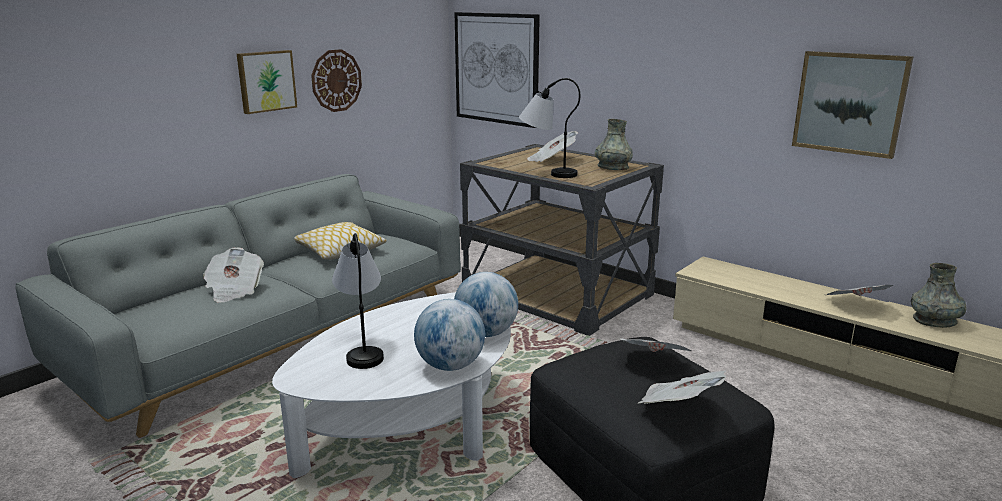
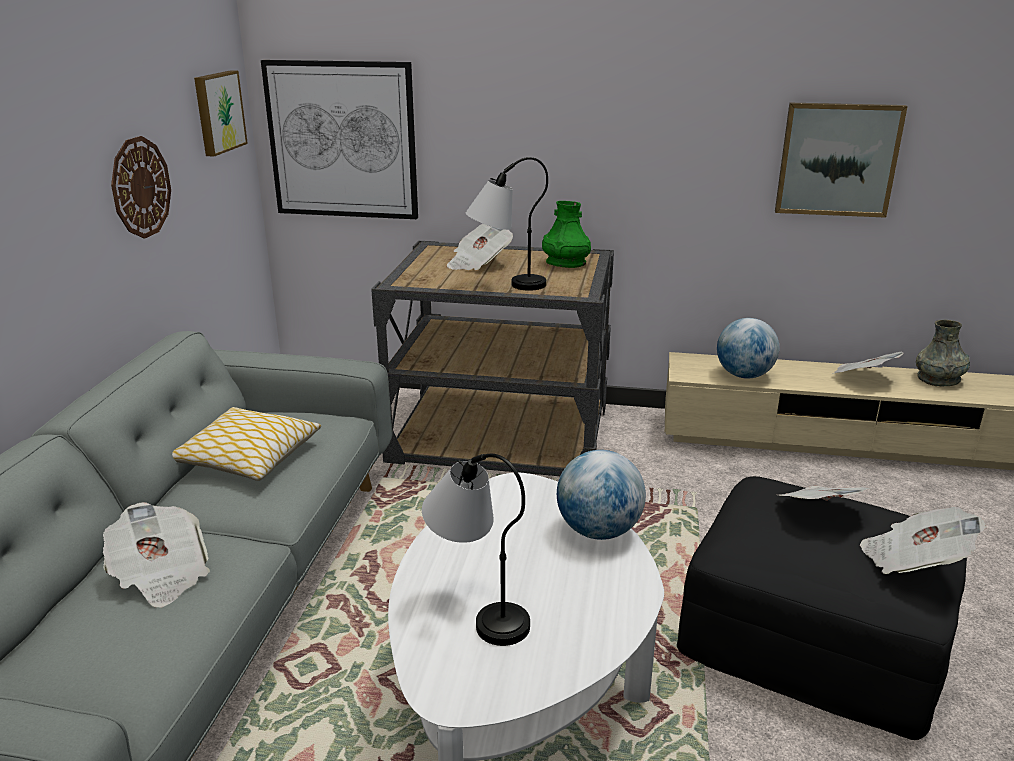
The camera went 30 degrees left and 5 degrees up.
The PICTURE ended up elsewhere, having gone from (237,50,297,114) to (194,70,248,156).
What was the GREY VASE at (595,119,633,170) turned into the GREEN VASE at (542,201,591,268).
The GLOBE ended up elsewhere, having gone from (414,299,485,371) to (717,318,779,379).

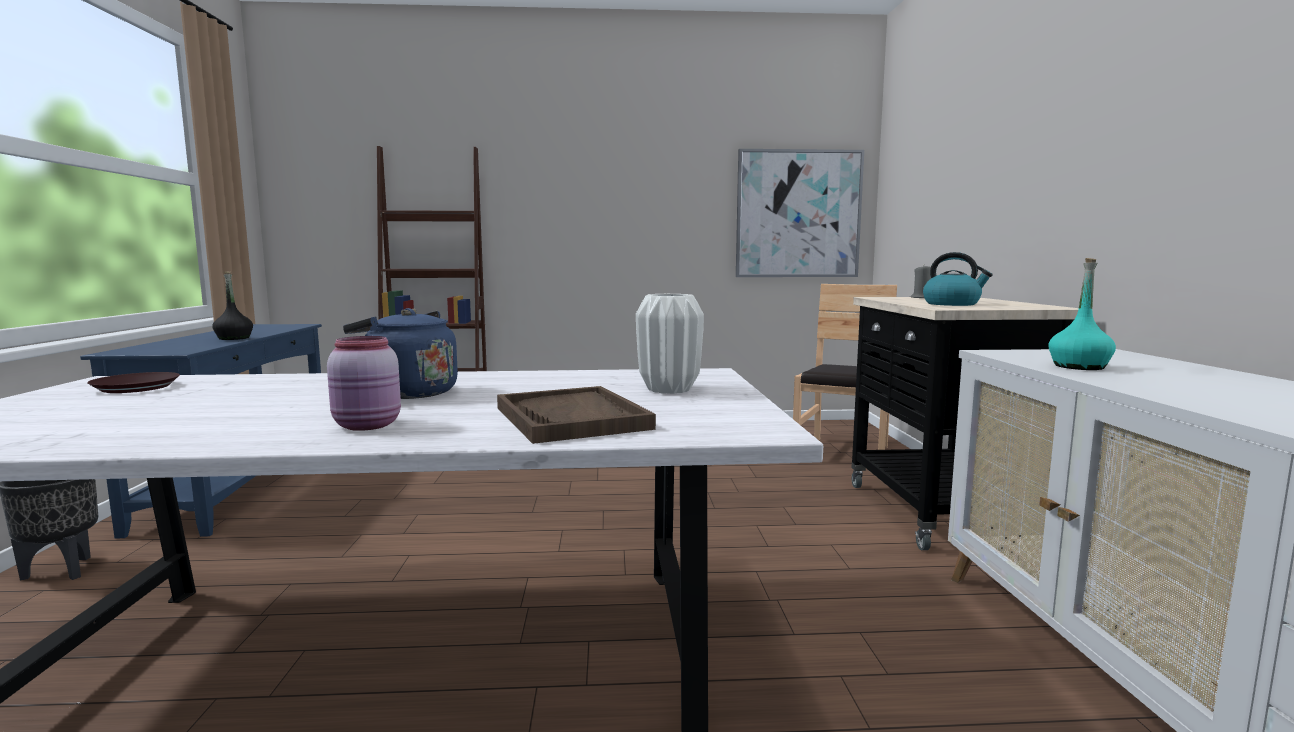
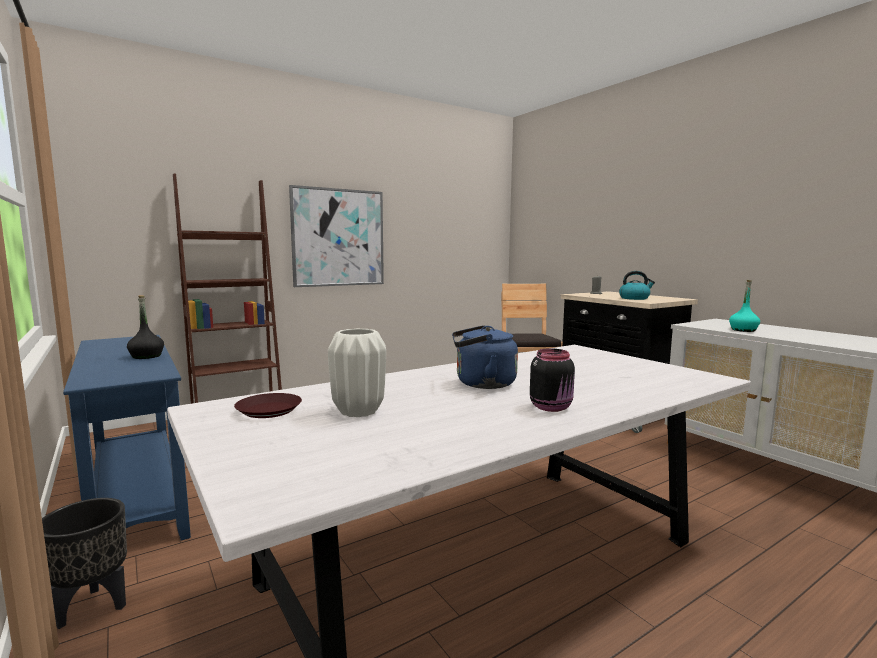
The camera went 30 degrees left and 0 degrees up.
The PICTURE ended up elsewhere, having gone from (736,149,864,277) to (289,185,384,287).
The WHITE VASE ended up elsewhere, having gone from (636,294,704,394) to (328,328,386,417).
What was the PINK JAR at (327,336,401,431) turned into the BLACK JAR at (530,348,575,412).
The second view lost the BROWN TRAY at (497,386,656,444).

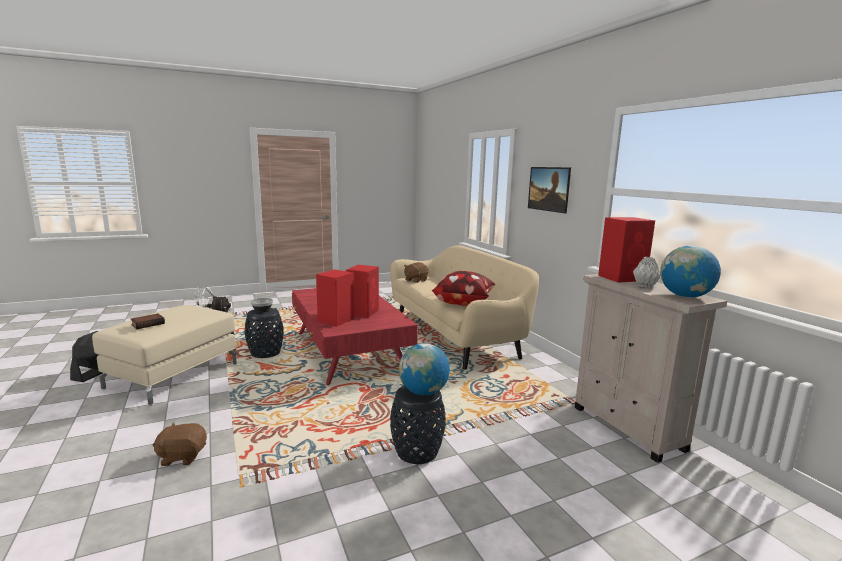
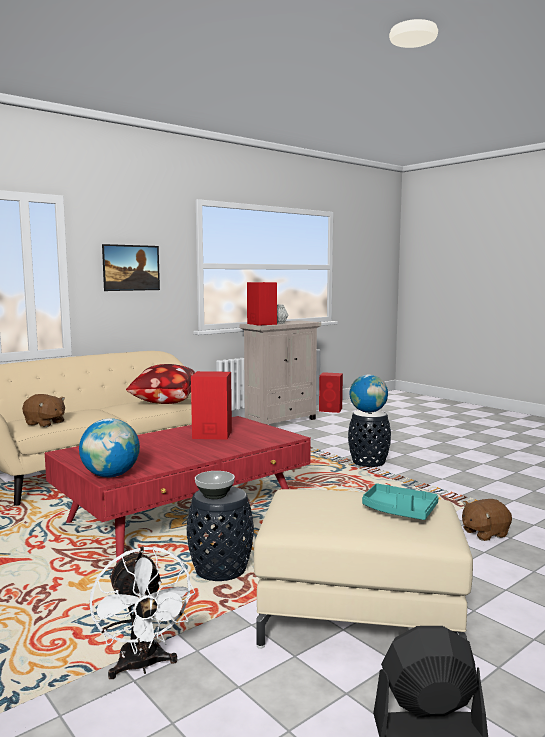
The camera went 105 degrees left and 5 degrees down.
The GLOBE ended up elsewhere, having gone from (660,246,721,298) to (79,418,140,477).
The RED SPEAKER ended up elsewhere, having gone from (316,270,354,327) to (319,372,343,413).
Where the BOOK stood at (131,314,165,329), the TURQUOISE TRAY came to stand at (362,483,439,520).
The BROWN PLUSH TOY at (153,422,207,466) ended up facing another way, 90 degrees clockwise from before.

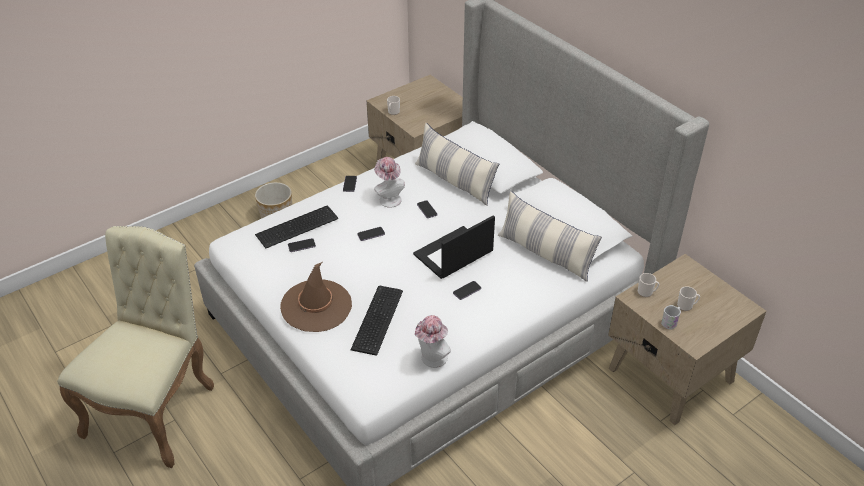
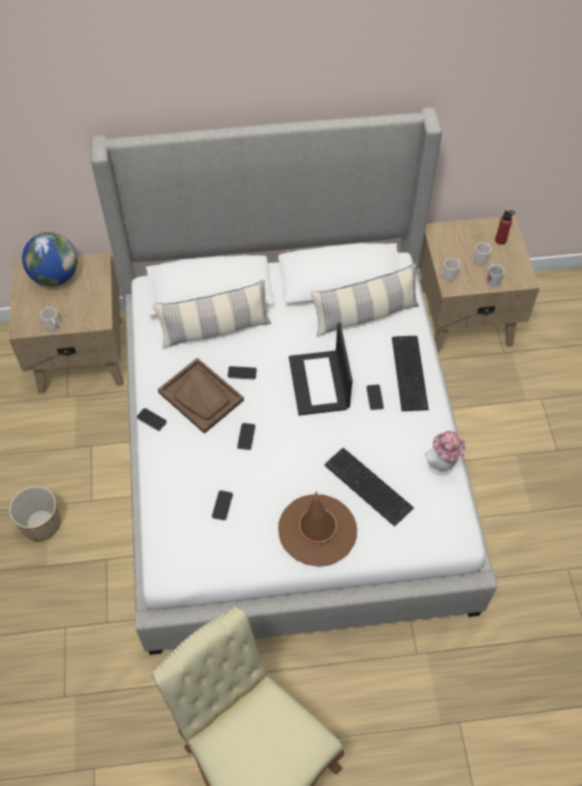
The camera went 60 degrees left and 15 degrees up.
Where the HAT stood at (374,157,405,208), the BROWN TRAY came to stand at (158,358,244,434).
The KEYBOARD ended up elsewhere, having gone from (255,206,338,249) to (392,336,429,411).
The second view gained the RED BOTTLE at (495,210,515,245).
The second view gained the GLOBE at (22,232,78,286).

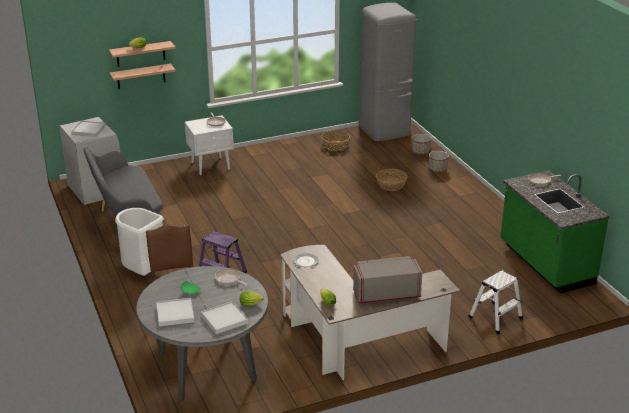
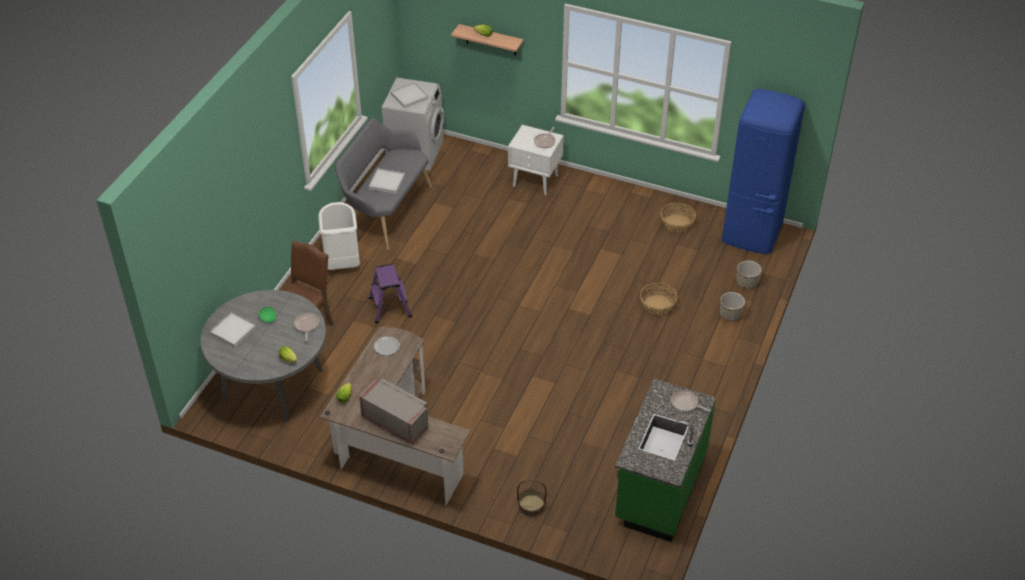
The camera went 45 degrees right and 15 degrees up.
What was the GREY FRIDGE at (359,3,416,141) turned into the BLUE FRIDGE at (722,89,805,254).
The second view lost the SHELF at (110,64,175,89).
Where the WHITE STEP LADDER stood at (468,270,523,335), the BASKET came to stand at (517,480,547,517).
The WHITE TRAY ended up elsewhere, having gone from (201,301,248,334) to (369,168,405,194).

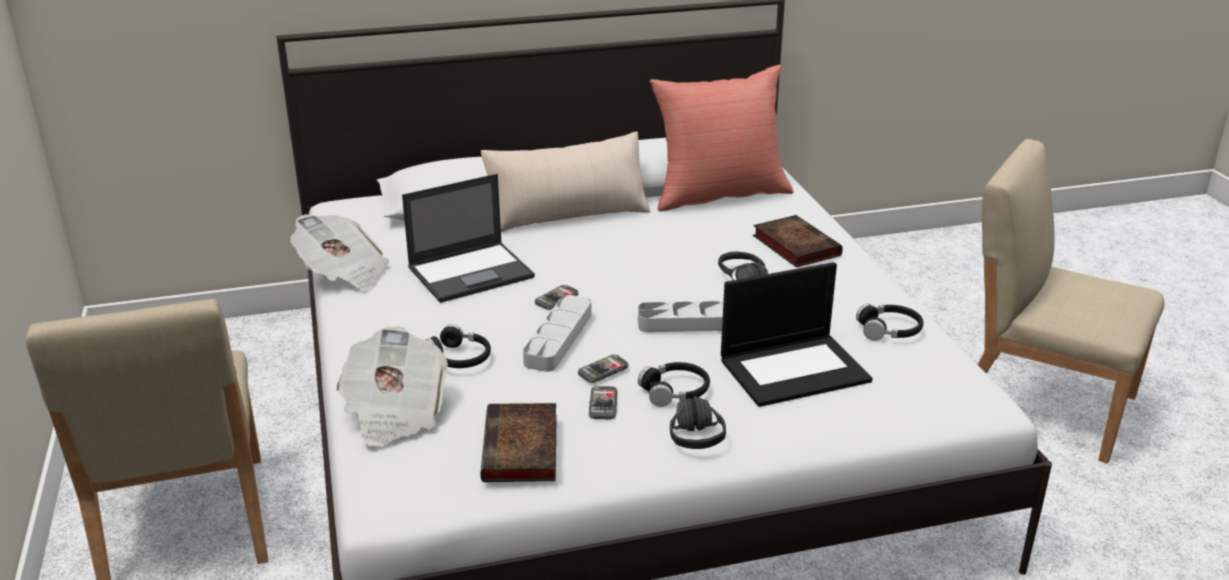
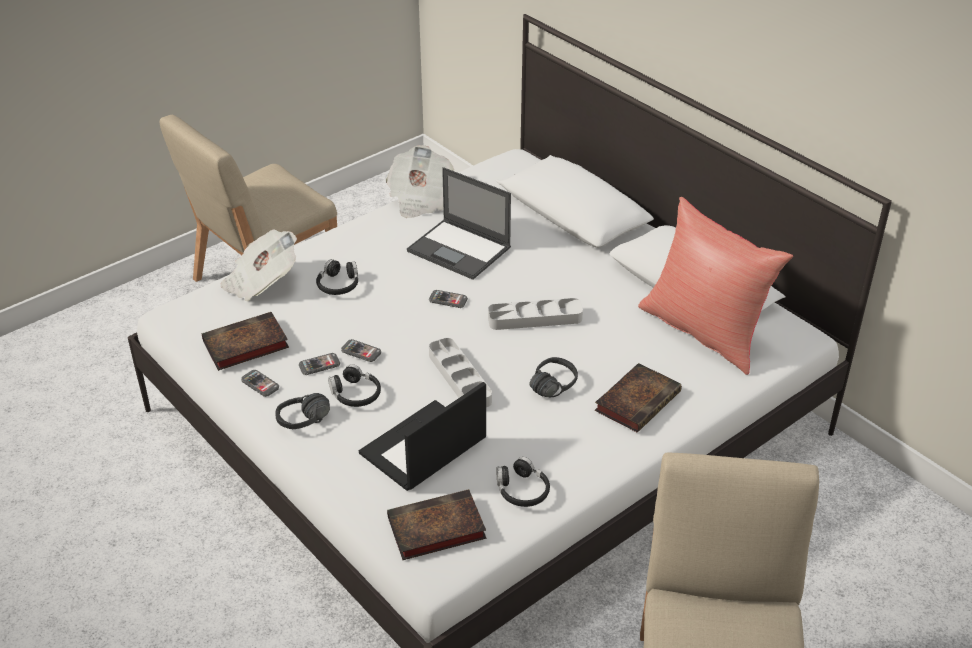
The camera went 65 degrees right and 10 degrees up.
The second view lost the BEIGE PILLOW at (481,131,650,232).
The LAPTOP at (721,262,873,407) ended up facing another way, 90 degrees clockwise from before.
The GREY TRAY ended up elsewhere, having gone from (523,295,592,372) to (488,298,583,330).
The second view gained the PHONE at (241,370,279,397).
The second view gained the BOOK at (387,489,486,560).

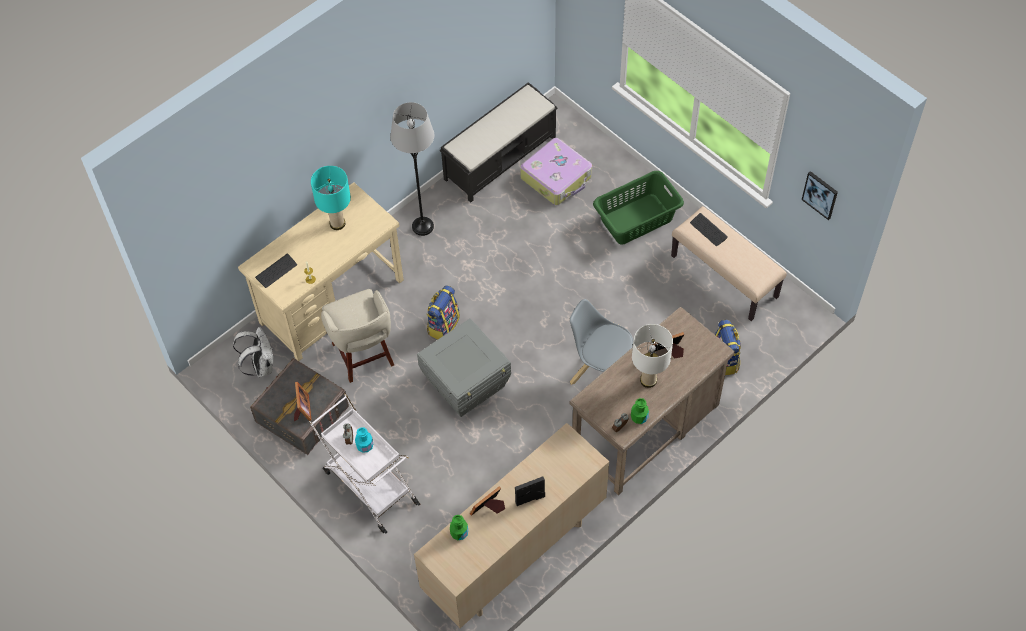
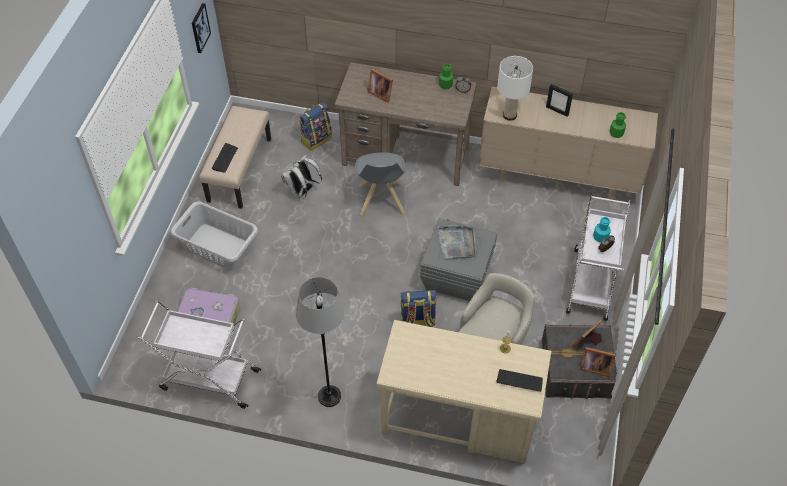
The camera went 125 degrees left and 5 degrees down.
Where the BLACK BENCH stood at (440,82,558,202), the WHITE CART came to stand at (138,300,261,409).
The second view lost the TURQUOISE TABLE LAMP at (311,166,351,230).
What was the GREEN LAUNDRY BASKET at (593,171,684,245) turned into the GREY LAUNDRY BASKET at (171,202,258,270).
The WHITE TABLE LAMP ended up elsewhere, having gone from (632,324,673,388) to (497,56,533,121).
The WHITE BACKPACK ended up elsewhere, having gone from (233,327,273,377) to (281,155,322,198).
The PICTURE FRAME ended up elsewhere, having gone from (470,486,505,516) to (580,347,616,377).
The second view gained the GREY TRAY at (437,225,477,259).

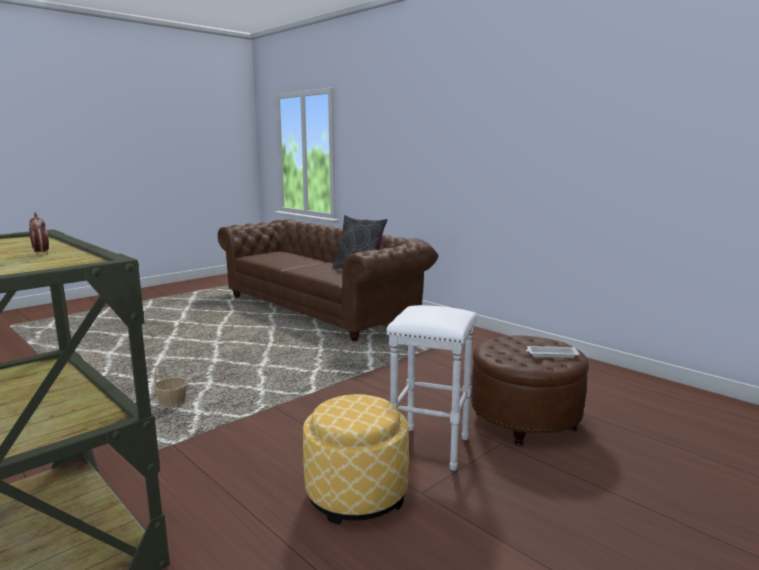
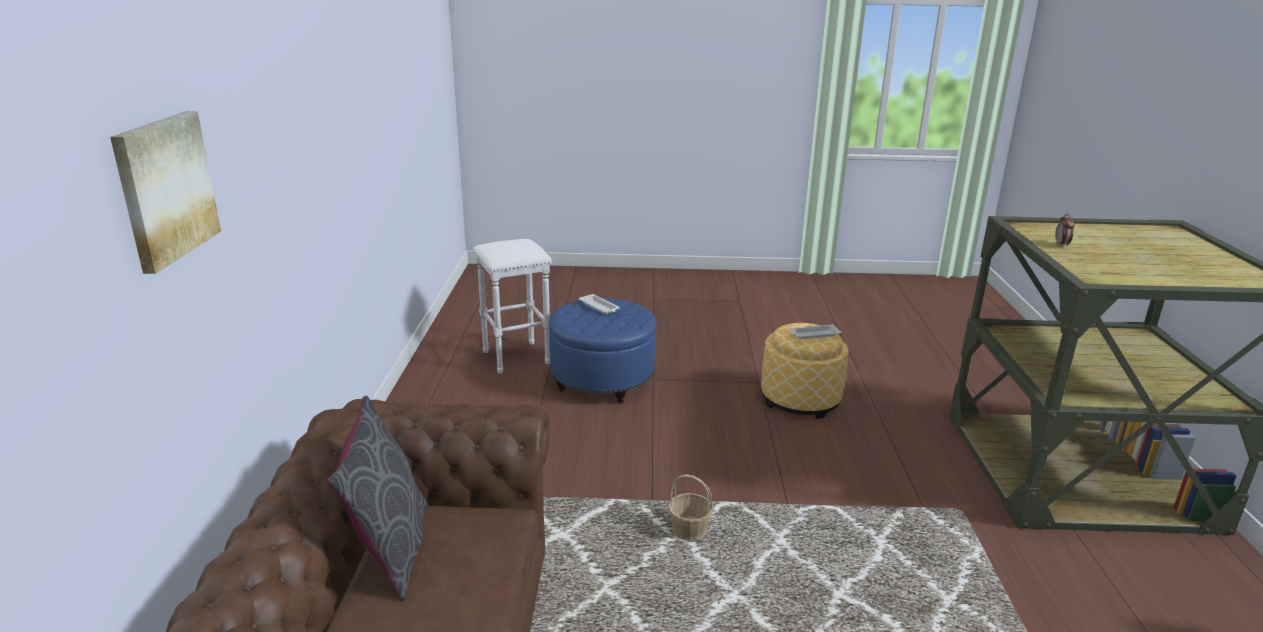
The camera went 135 degrees left and 10 degrees up.
The WHITE STOOL ended up elsewhere, having gone from (387,305,477,471) to (473,239,552,374).
What was the BROWN OTTOMAN at (471,335,589,446) turned into the BLUE OTTOMAN at (549,298,656,404).
The BASKET ended up elsewhere, having gone from (154,359,188,408) to (668,474,713,541).
The second view gained the PICTURE at (110,111,221,274).
The second view gained the WHITE TRAY at (791,324,841,339).

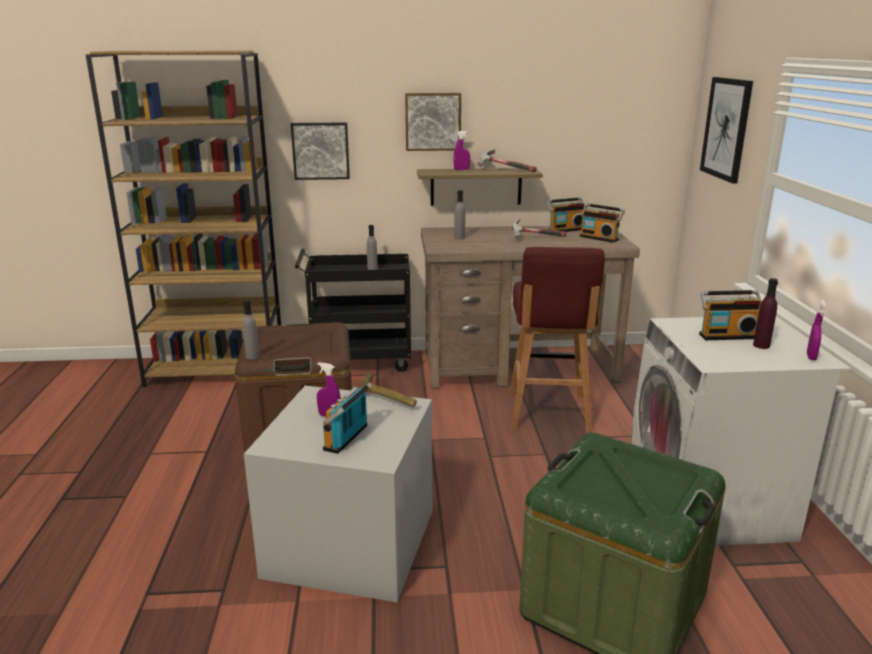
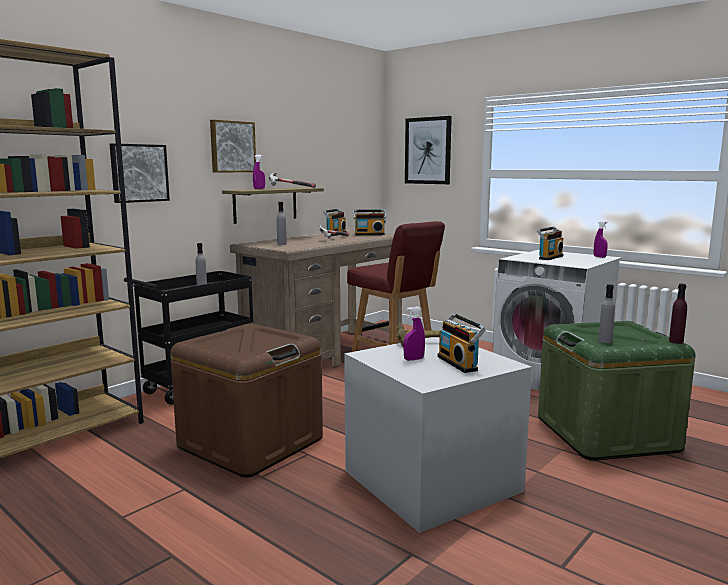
The camera went 45 degrees left and 10 degrees down.
The PURPLE BOTTLE ended up elsewhere, having gone from (753,278,778,349) to (669,284,687,344).
The GREY BOTTLE ended up elsewhere, having gone from (242,300,259,359) to (598,284,615,343).

